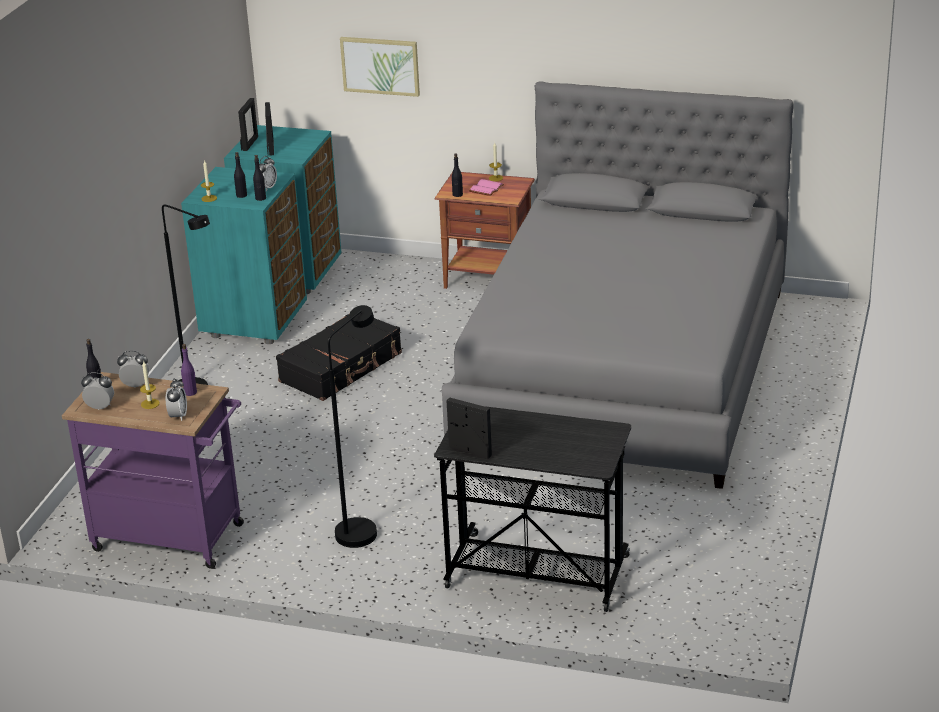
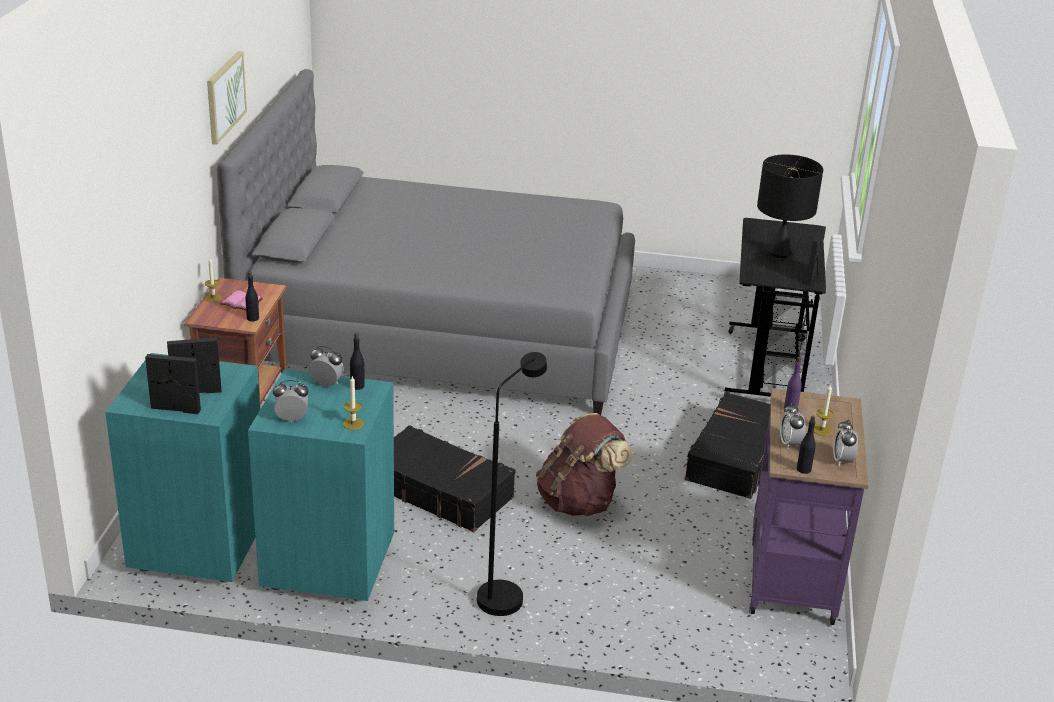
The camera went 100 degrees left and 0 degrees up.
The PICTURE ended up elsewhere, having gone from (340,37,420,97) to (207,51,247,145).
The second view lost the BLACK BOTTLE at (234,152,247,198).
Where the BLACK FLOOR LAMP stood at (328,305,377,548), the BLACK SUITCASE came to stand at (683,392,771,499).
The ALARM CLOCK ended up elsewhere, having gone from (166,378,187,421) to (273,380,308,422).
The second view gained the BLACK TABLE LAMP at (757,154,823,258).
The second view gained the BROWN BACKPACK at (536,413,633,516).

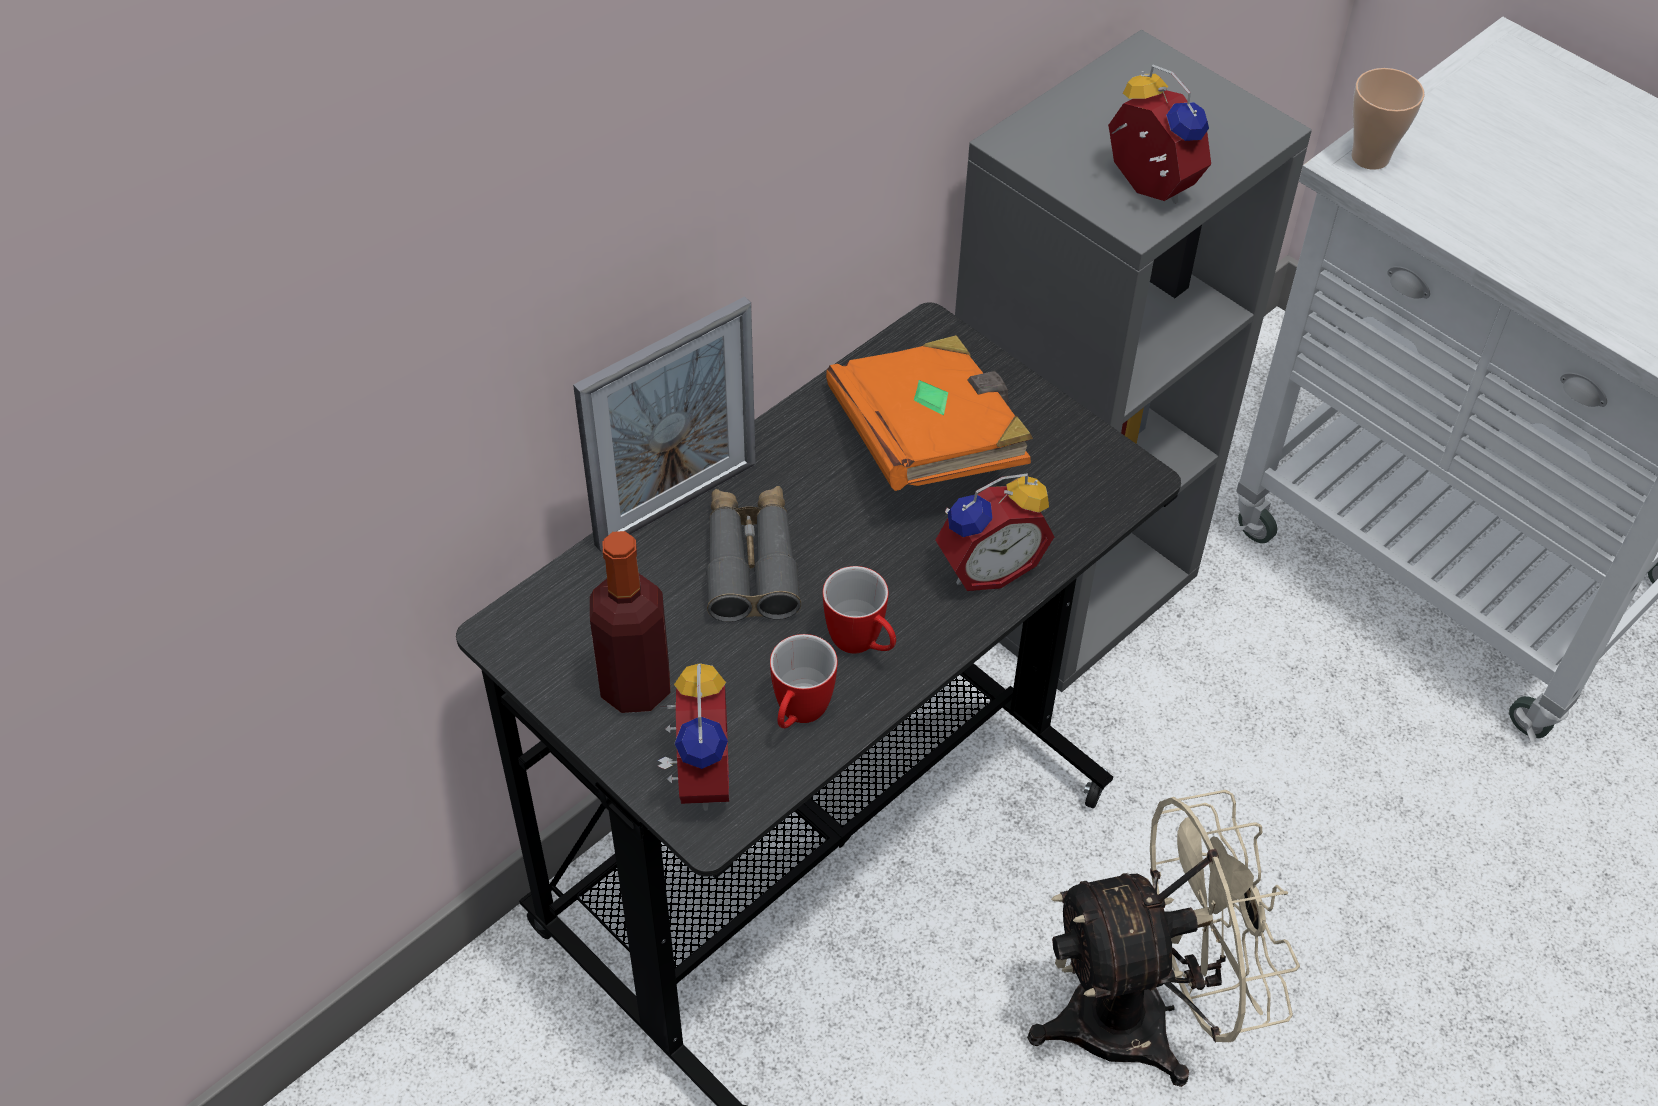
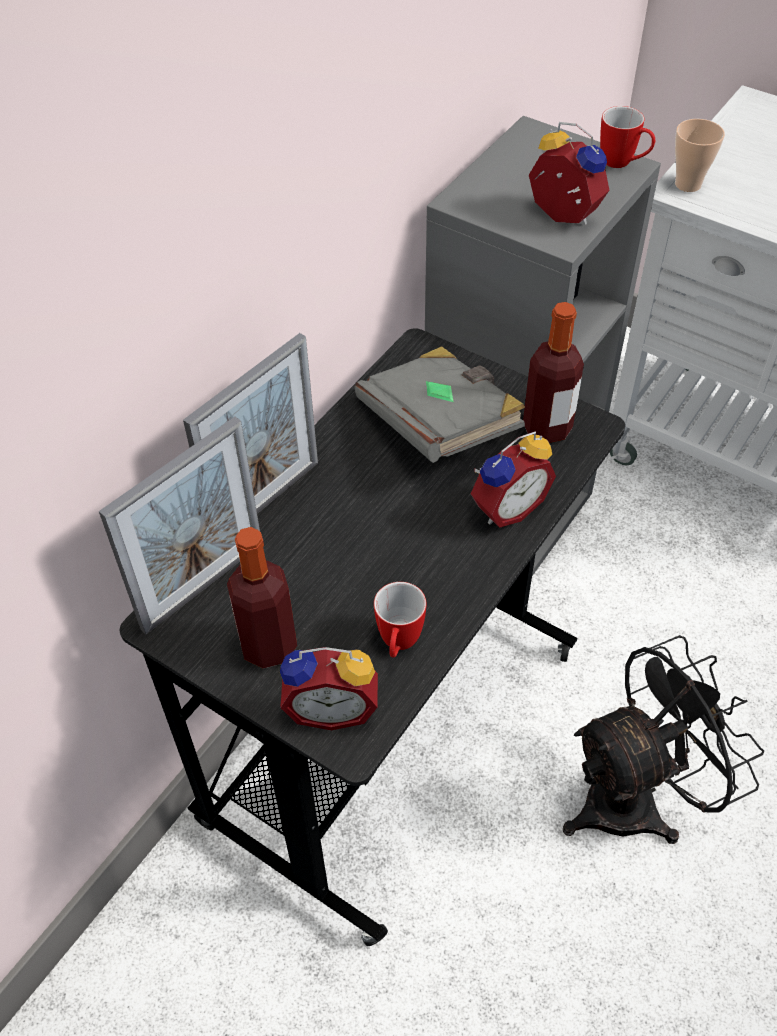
The camera went 10 degrees left and 0 degrees up.
What was the ORANGE BOOK at (826,335,1033,491) turned into the GREY BOOK at (355,346,525,463).
The second view lost the GREY BINOCULARS at (706,486,801,622).
The MUG ended up elsewhere, having gone from (823,566,896,654) to (600,106,655,168).
The ALARM CLOCK at (657,663,729,811) ended up facing another way, 105 degrees clockwise from before.
What was the BEIGE FAN at (1027,790,1300,1087) turned into the BLACK FAN at (563,635,764,844).
The second view gained the BOTTLE at (523,302,584,443).
The second view gained the PICTURE FRAME at (99,417,260,634).

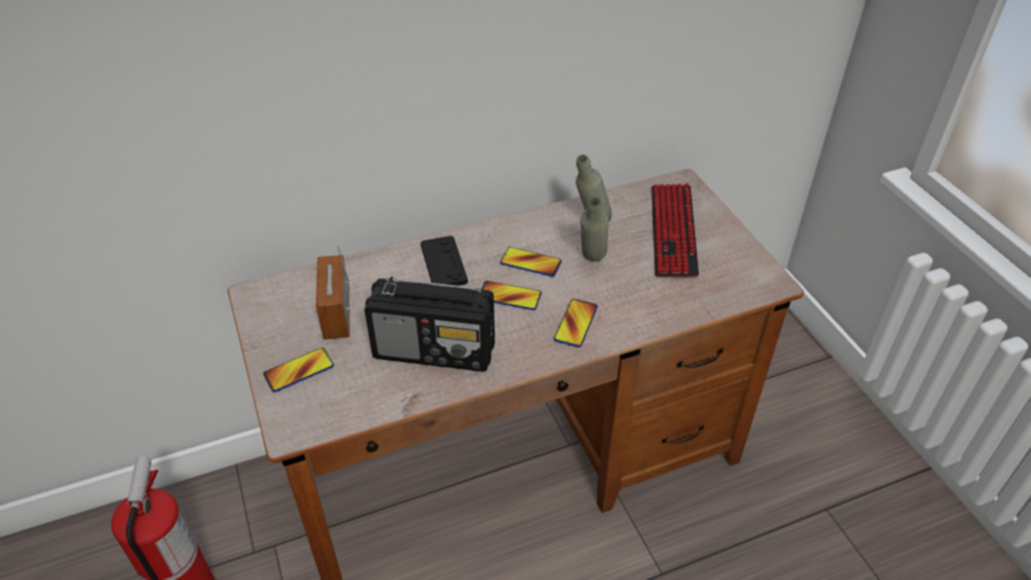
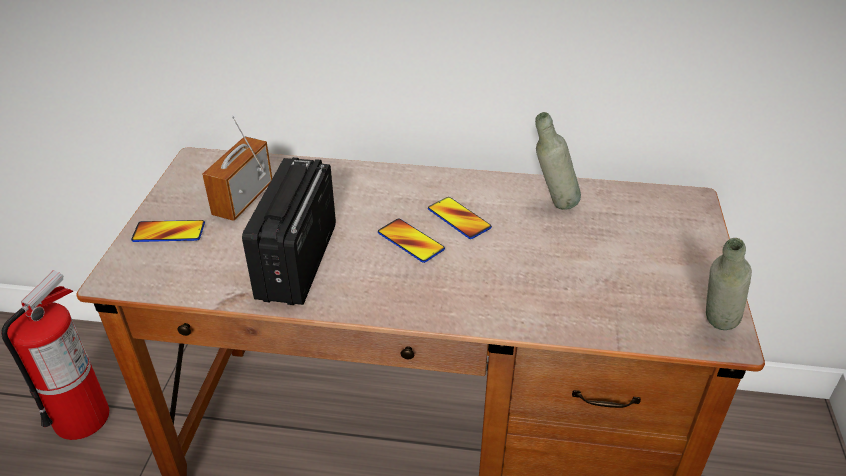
The camera went 30 degrees right and 5 degrees down.
The second view lost the KEYBOARD at (651,183,699,277).
The GREY BOTTLE ended up elsewhere, having gone from (580,196,608,262) to (706,238,752,330).
The second view lost the BLACK GAME CONTROLLER at (421,236,468,286).
The RADIO at (365,277,495,372) ended up facing another way, 60 degrees clockwise from before.
The second view lost the PHONE at (554,299,598,347).

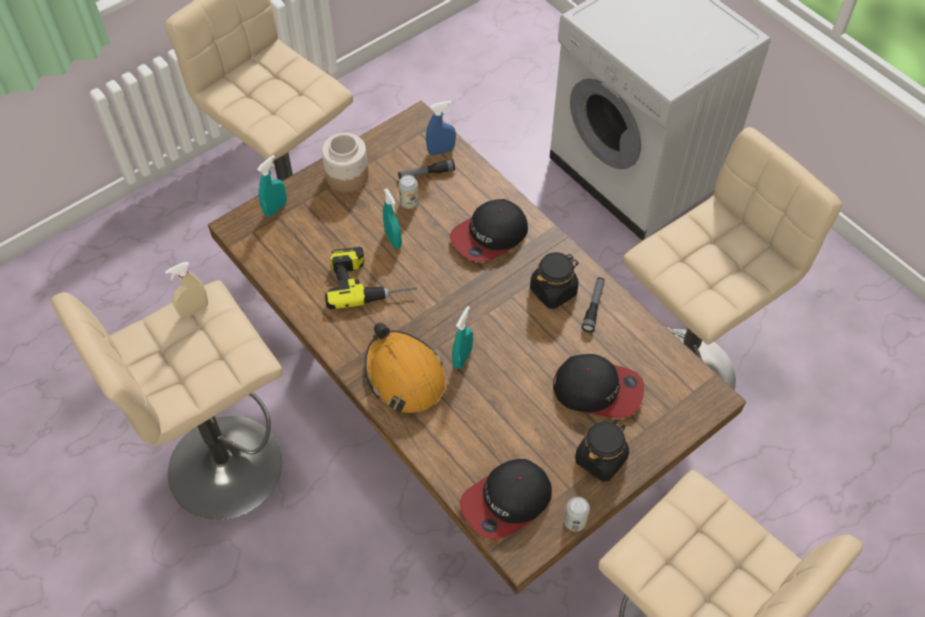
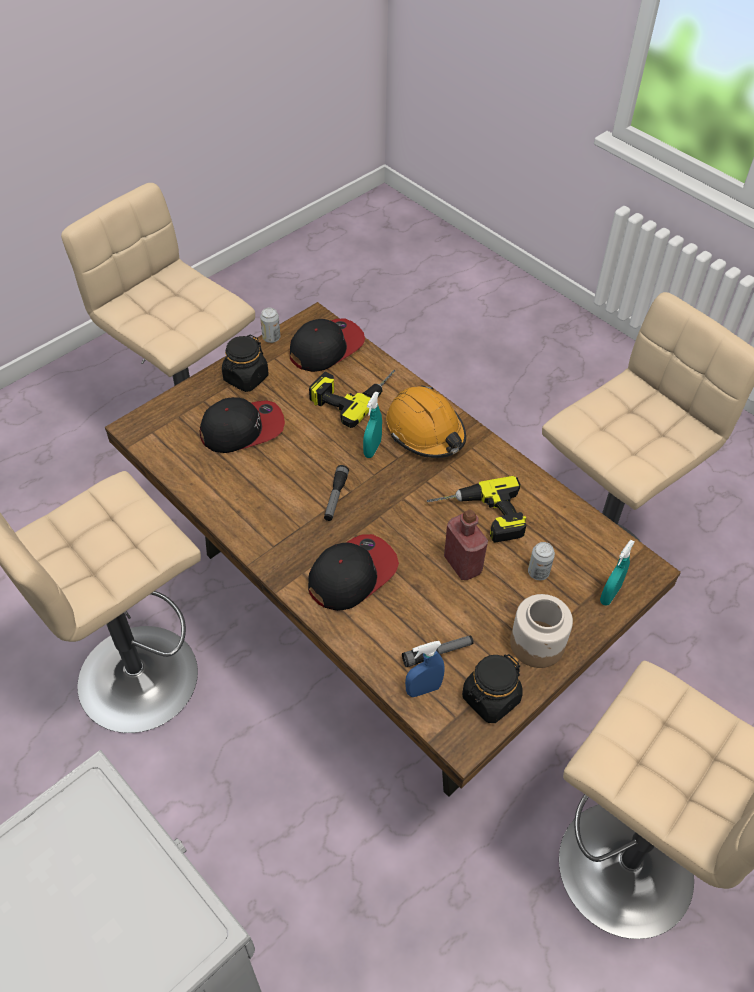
The camera went 175 degrees right and 5 degrees down.
The CAN ended up elsewhere, having gone from (399,175,419,209) to (528,542,555,580).
Where the TURQUOISE SPRAY BOTTLE stood at (383,189,402,249), the RED BOTTLE came to stand at (444,509,488,580).
The BLACK JAR ended up elsewhere, having gone from (530,252,579,309) to (462,654,523,723).
The second view lost the BEIGE SPRAY BOTTLE at (165,262,208,317).
The FLASHLIGHT ended up elsewhere, having gone from (582,277,605,333) to (324,465,349,521).
The CAP at (553,354,644,418) ended up facing another way, 150 degrees clockwise from before.
The second view gained the POWER DRILL at (309,370,395,428).

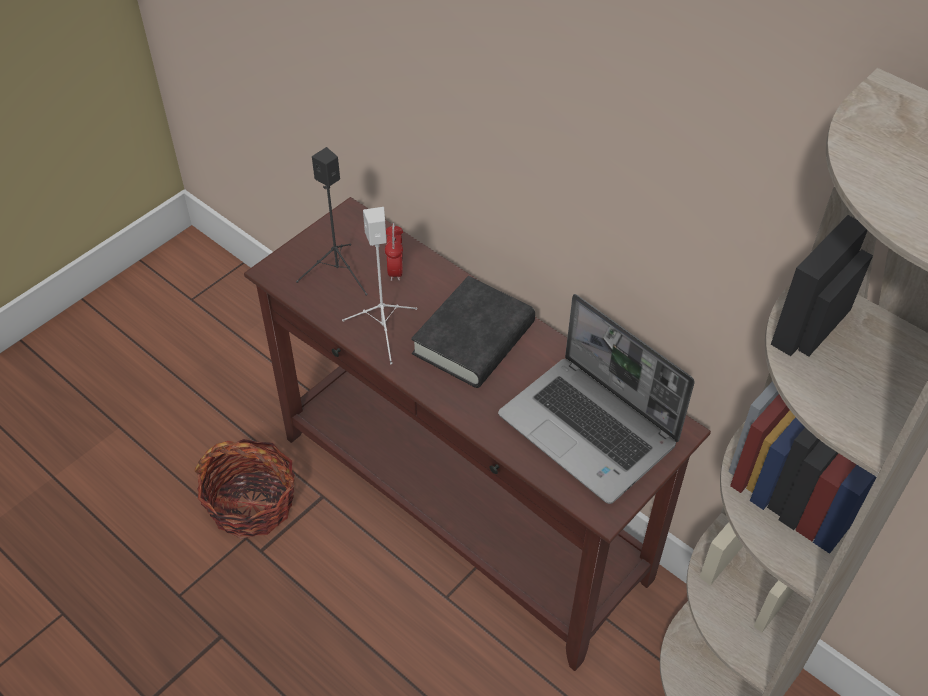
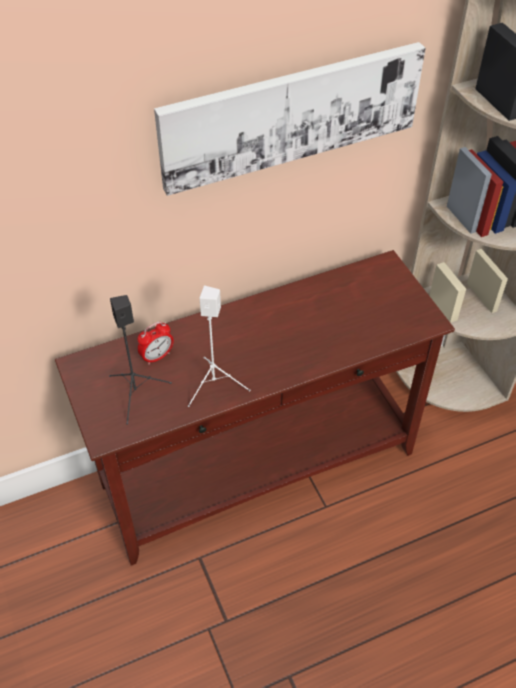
The camera went 65 degrees left and 0 degrees up.
The ALARM CLOCK at (384,223,403,281) ended up facing another way, 120 degrees clockwise from before.
The second view lost the BLACK BOOK at (411,276,535,388).
The second view lost the LAPTOP at (498,294,695,504).
The second view lost the BASKET at (195,439,295,539).
The second view gained the PICTURE at (154,42,426,196).

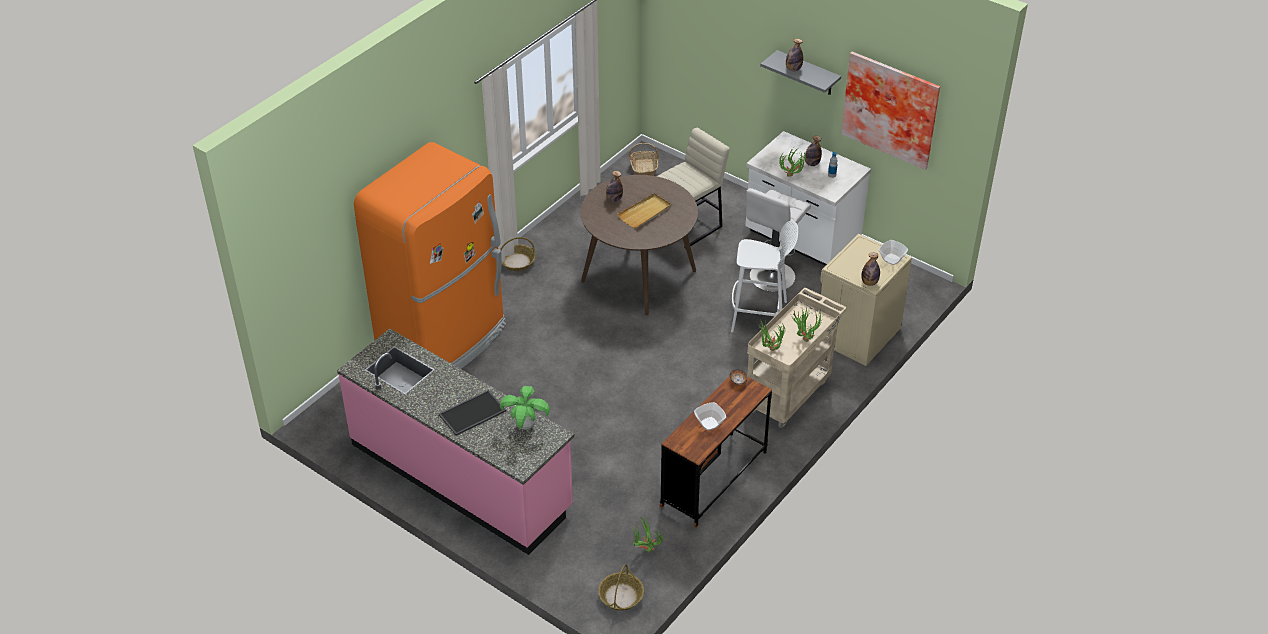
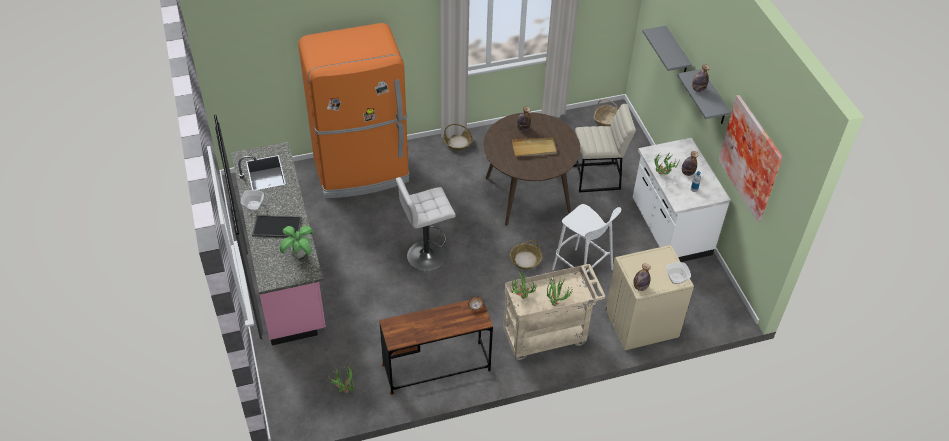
The camera went 35 degrees right and 5 degrees up.
The WHITE STOOL ended up elsewhere, having gone from (746,188,811,292) to (396,177,456,271).
The BOWL ended up elsewhere, having gone from (694,402,726,430) to (241,190,264,210).
The BASKET ended up elsewhere, having gone from (598,564,644,611) to (510,240,542,269).
The second view gained the GREY SHELF at (642,26,692,72).

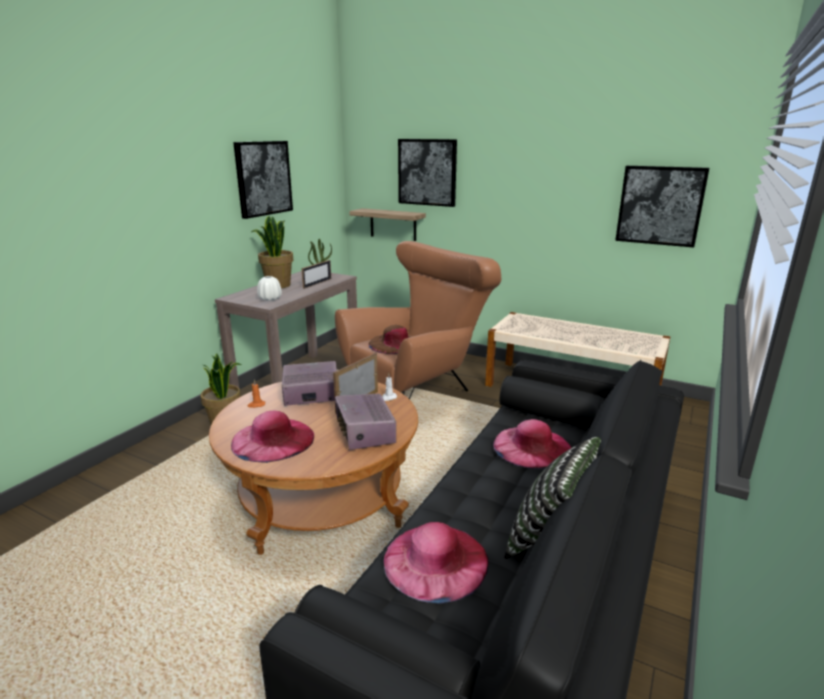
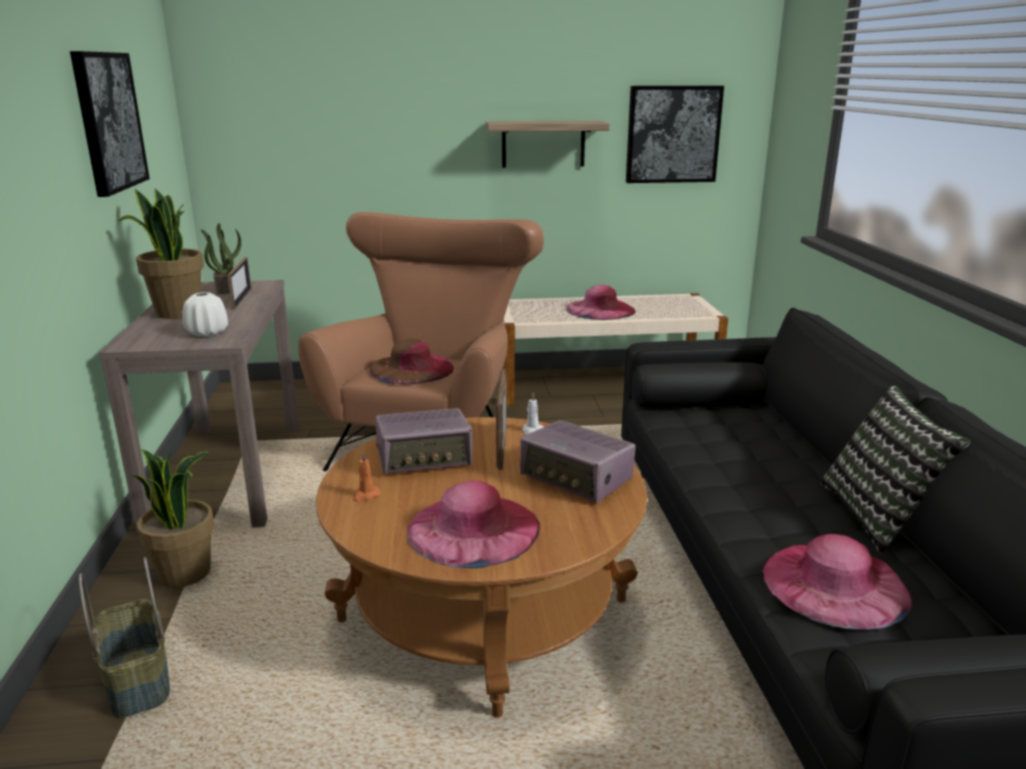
The camera went 35 degrees left and 0 degrees up.
The second view lost the PICTURE at (398,139,457,207).
The SHELF ended up elsewhere, having gone from (349,208,426,241) to (485,121,610,168).
The RADIO at (282,361,337,406) ended up facing another way, 150 degrees counterclockwise from before.
The PINK HAT ended up elsewhere, having gone from (493,419,571,469) to (566,285,636,320).
The second view gained the BASKET at (79,557,170,718).

